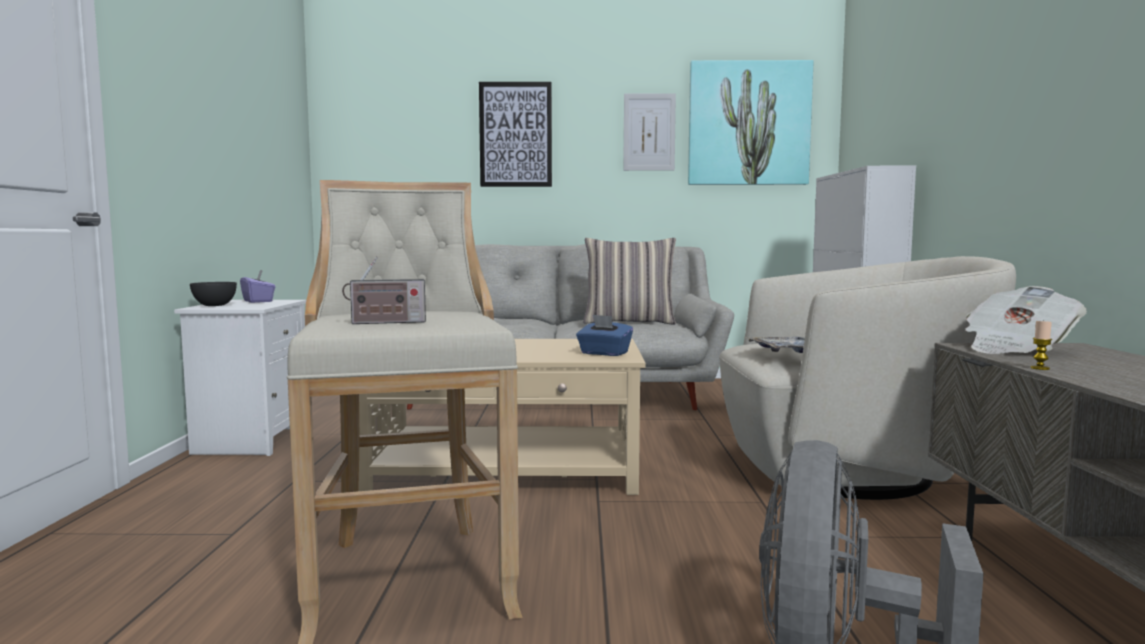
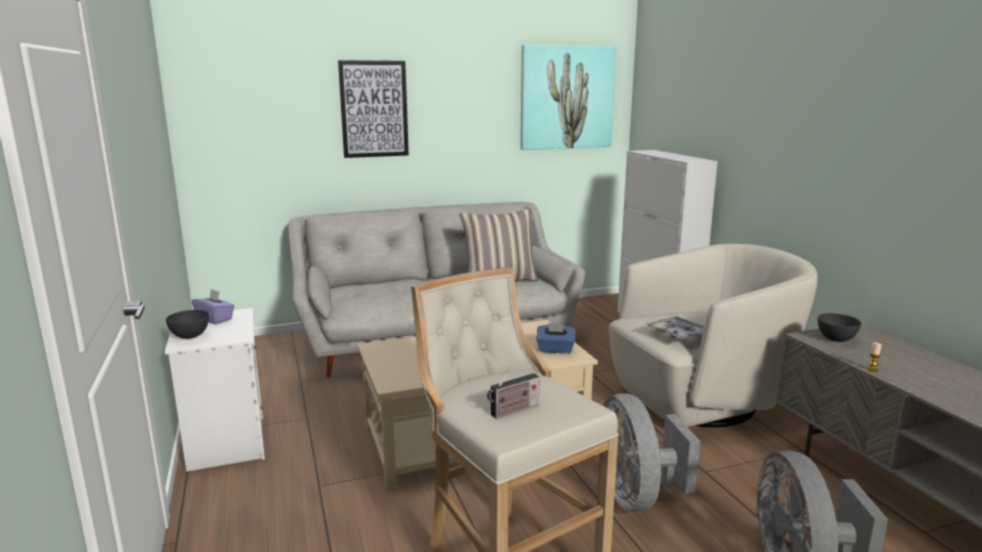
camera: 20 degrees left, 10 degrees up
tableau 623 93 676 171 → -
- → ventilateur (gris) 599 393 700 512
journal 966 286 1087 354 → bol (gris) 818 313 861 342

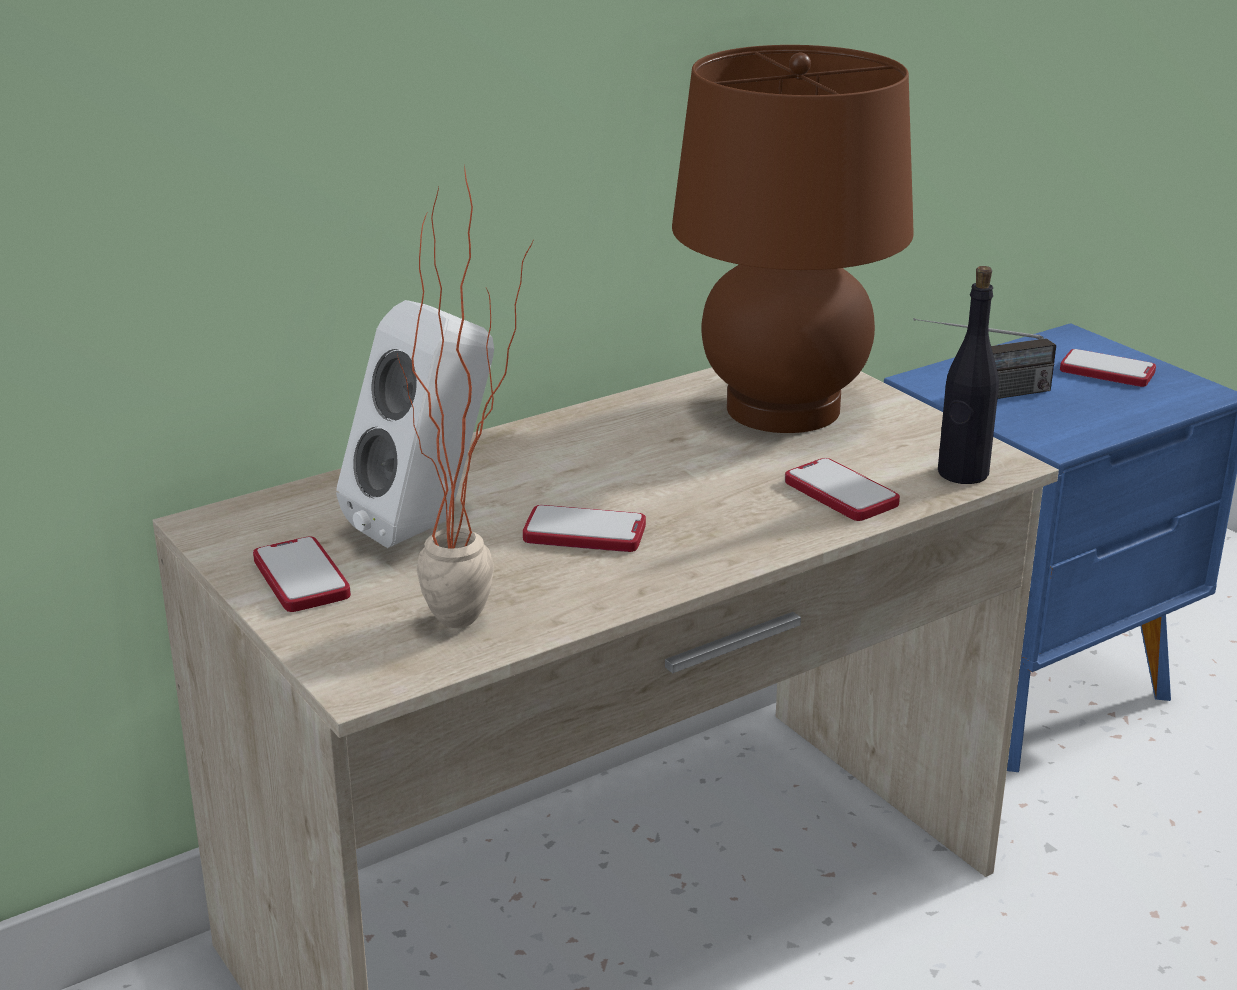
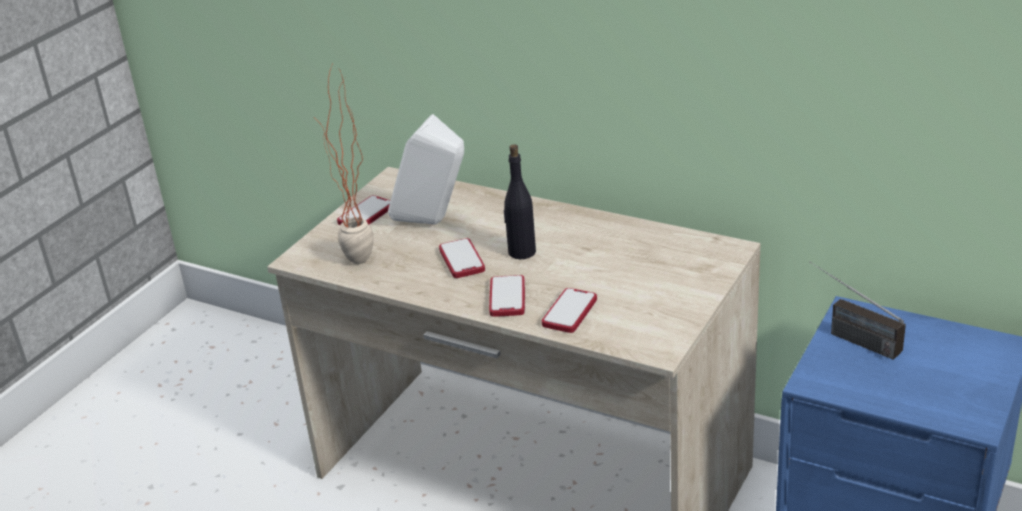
camera: 65 degrees right, 5 degrees up
lampe de table (marron) 672 45 914 433 → -
bouteille (noir) 938 266 999 484 → bouteille (noir) 504 144 536 259, moved
téléphone 1060 349 1156 387 → téléphone 489 275 525 317, moved

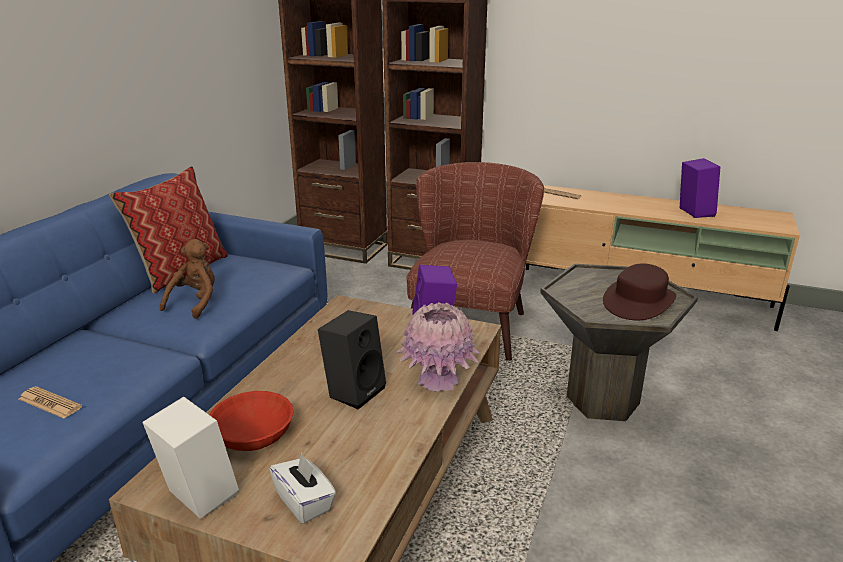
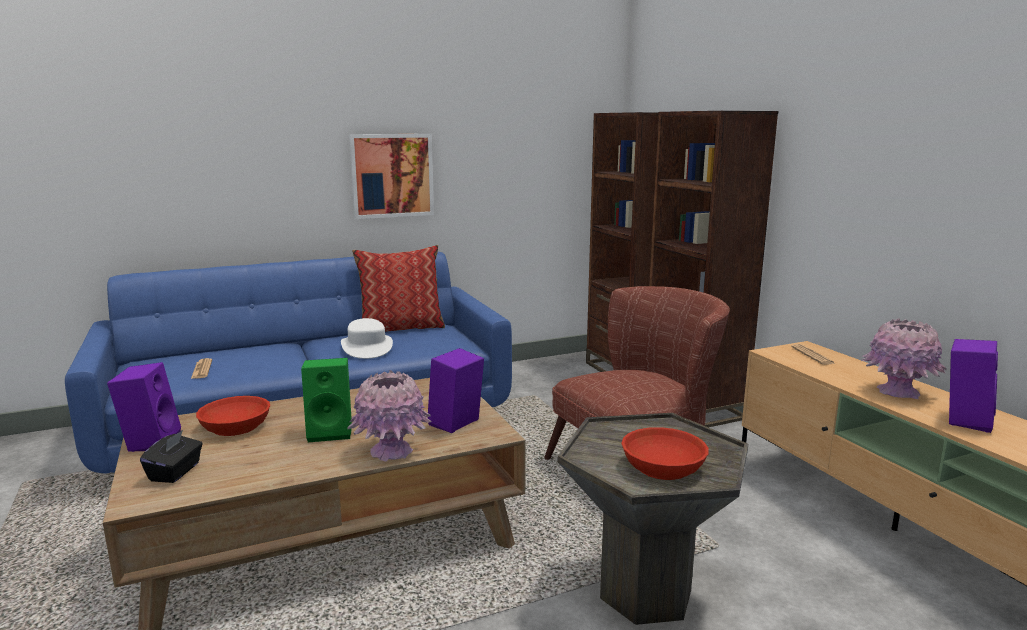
camera: 45 degrees right, 10 degrees down
- → tableau 349 134 434 219
- → vase (rose) 861 318 947 399
peluche (marron) 160 239 215 319 → chapeau (blanc) 341 318 393 359
chapeau (marron) 603 264 677 320 → bol (rouge) 621 427 709 480
enceinte (blanc) 142 397 239 519 → enceinte (violet) 107 362 181 452
boîte à mouchoirs (blanc) 269 452 336 524 → boîte à mouchoirs (noir) 140 430 203 483
enceinte (noir) 318 310 386 409 → enceinte (vert) 301 358 352 442

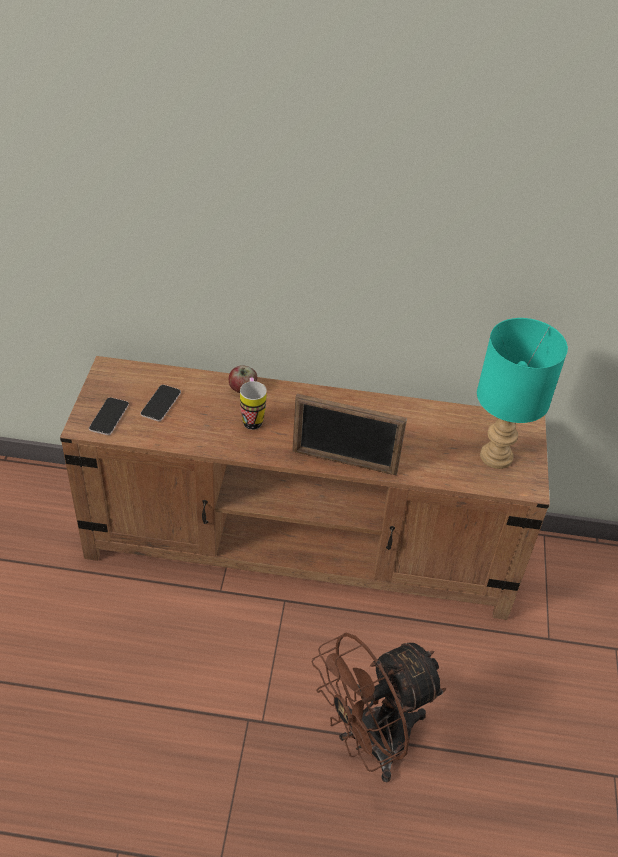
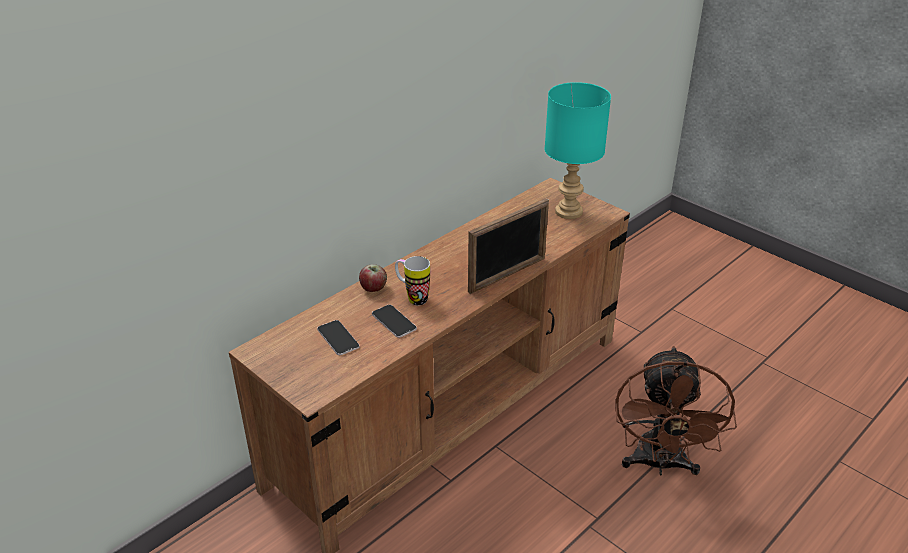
camera: 50 degrees left, 10 degrees down
téléphone 89 397 129 435 → téléphone 372 305 417 338, moved

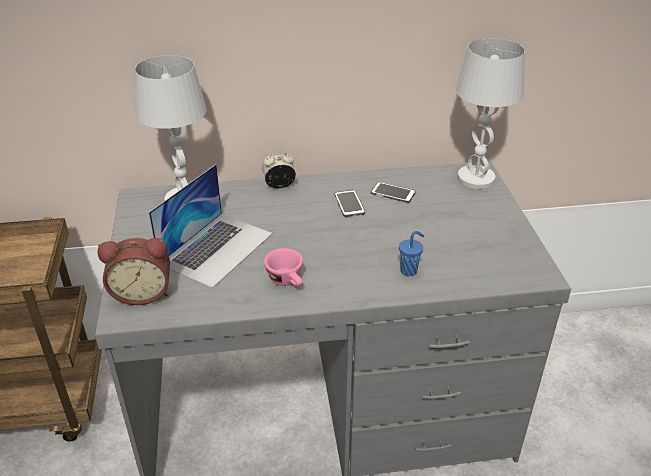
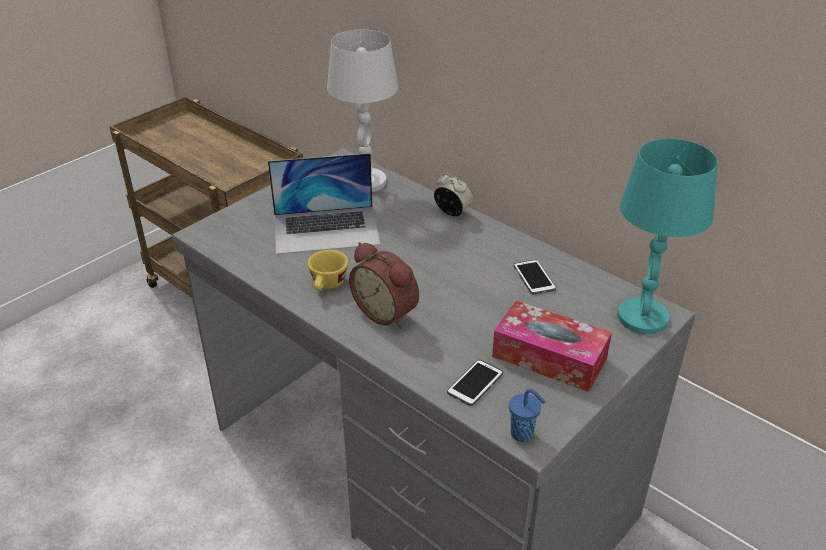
camera: 50 degrees right, 0 degrees up
- → boîte à mouchoirs 492 301 612 392
réveil 97 238 170 305 → réveil 349 242 419 328, moved
téléphone 334 190 365 217 → téléphone 447 359 503 406, moved
tasse (bleu) 399 231 424 276 → tasse (bleu) 509 389 545 442, moved
tasse (rose) 264 248 303 286 → tasse (jaune) 308 250 348 291
lampe de table (blanc) 456 38 525 189 → lampe de table (turquoise) 618 139 717 334

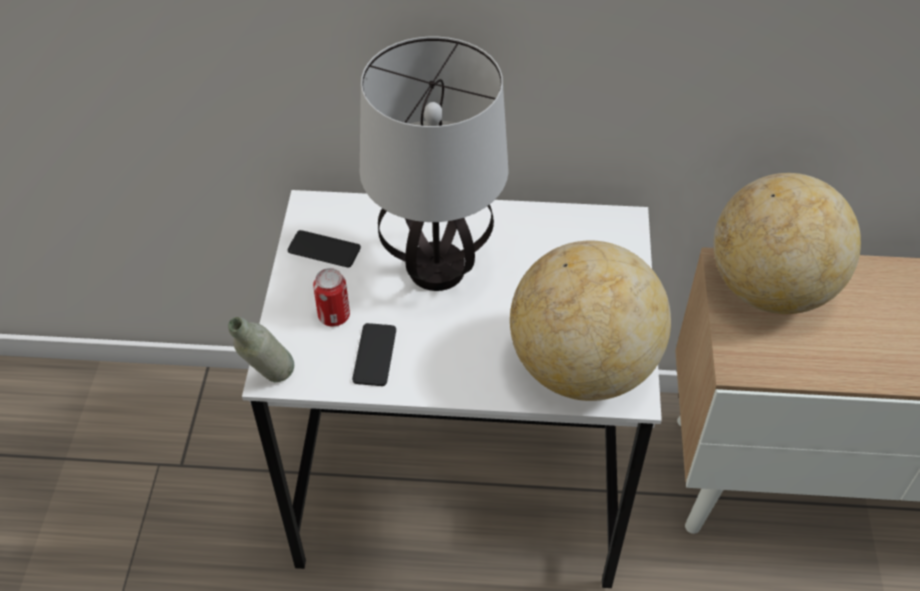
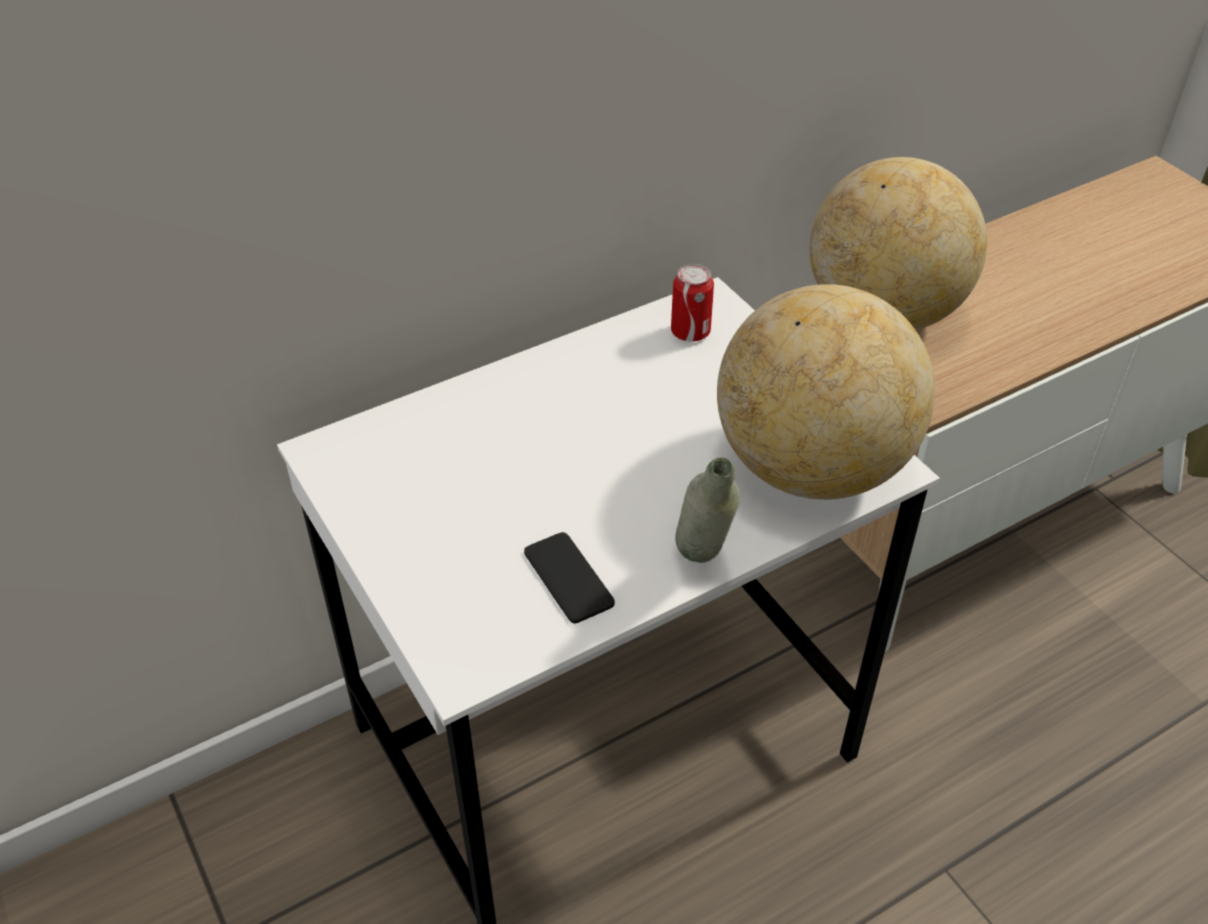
camera: 35 degrees left, 5 degrees down
téléphone 288 230 361 267 → -
lampe de table 360 37 509 291 → -
bouteille (gris) 228 317 294 382 → bouteille (gris) 675 457 740 563, moved
boîte métallique 313 268 350 326 → boîte métallique 671 264 714 342, moved

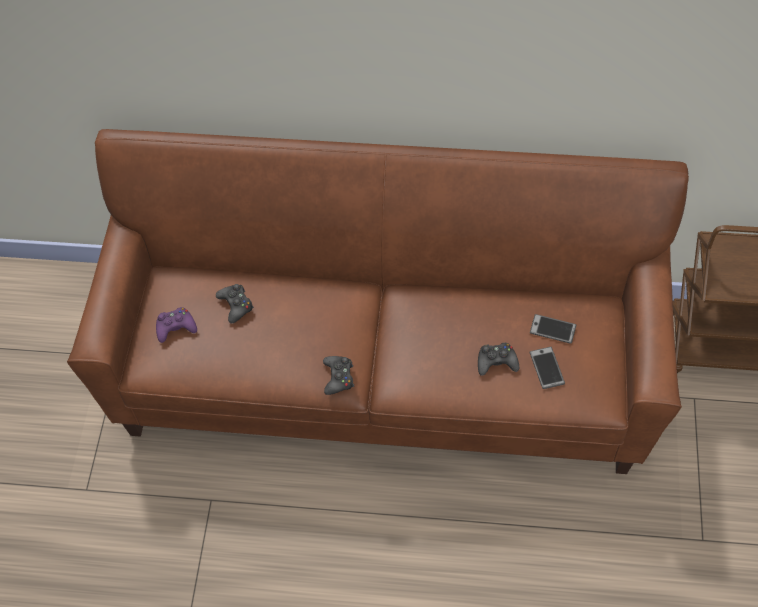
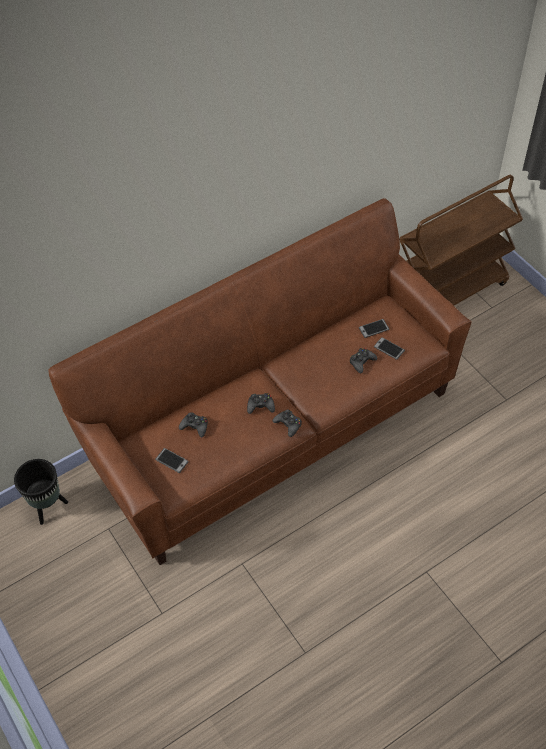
camera: 40 degrees left, 5 degrees down
- → cache-pot (noir) 14 459 68 525
- → manette (noir) 247 393 275 414
manette (violet) 156 307 197 343 → téléphone 155 448 189 473

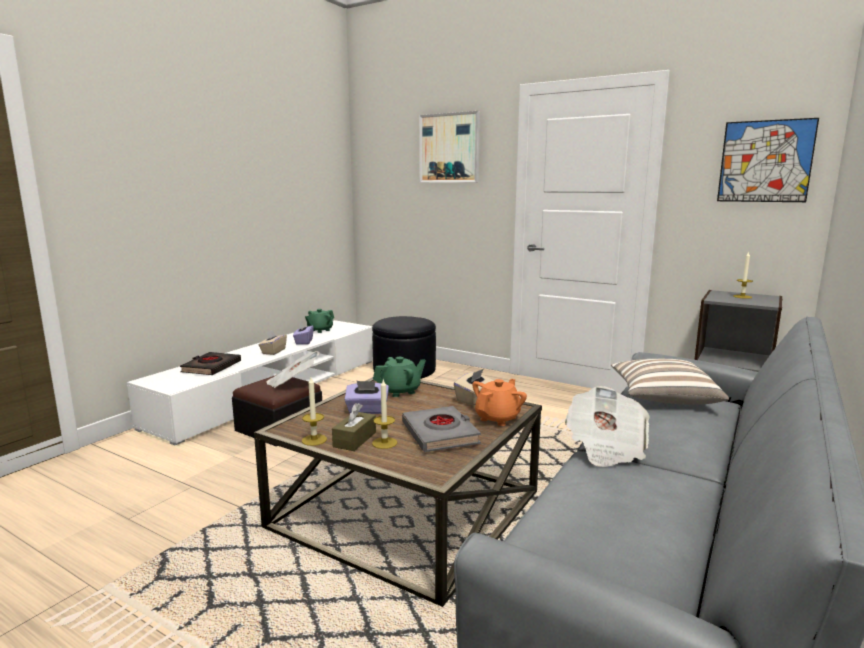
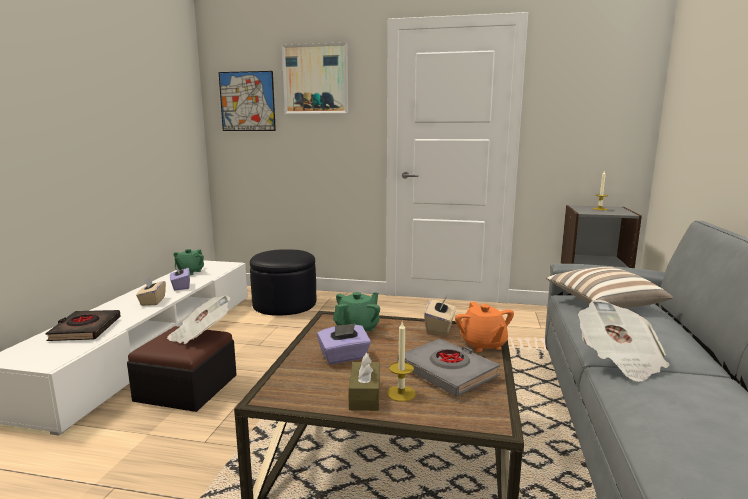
camera: 20 degrees left, 0 degrees up
bougie 302 377 327 446 → -
tableau 717 118 819 202 → tableau 219 71 276 131, moved
théière (orange) 472 379 527 426 → théière (orange) 455 302 514 352, 150 degrees clockwise

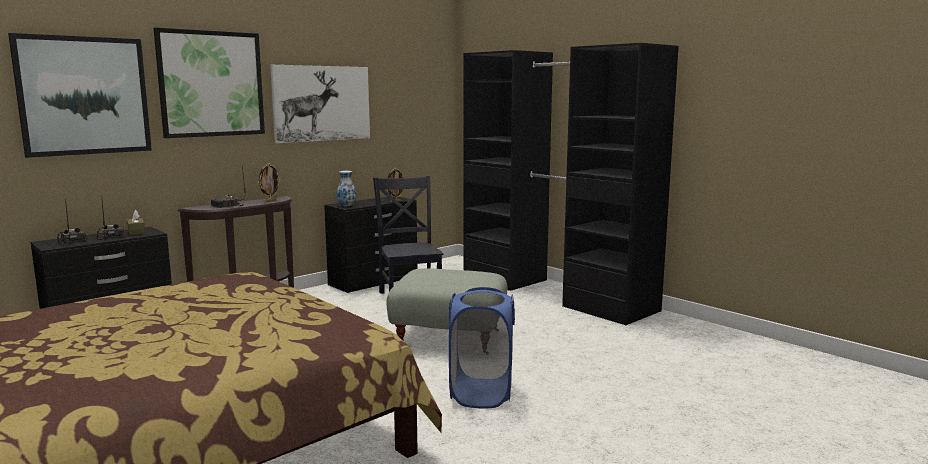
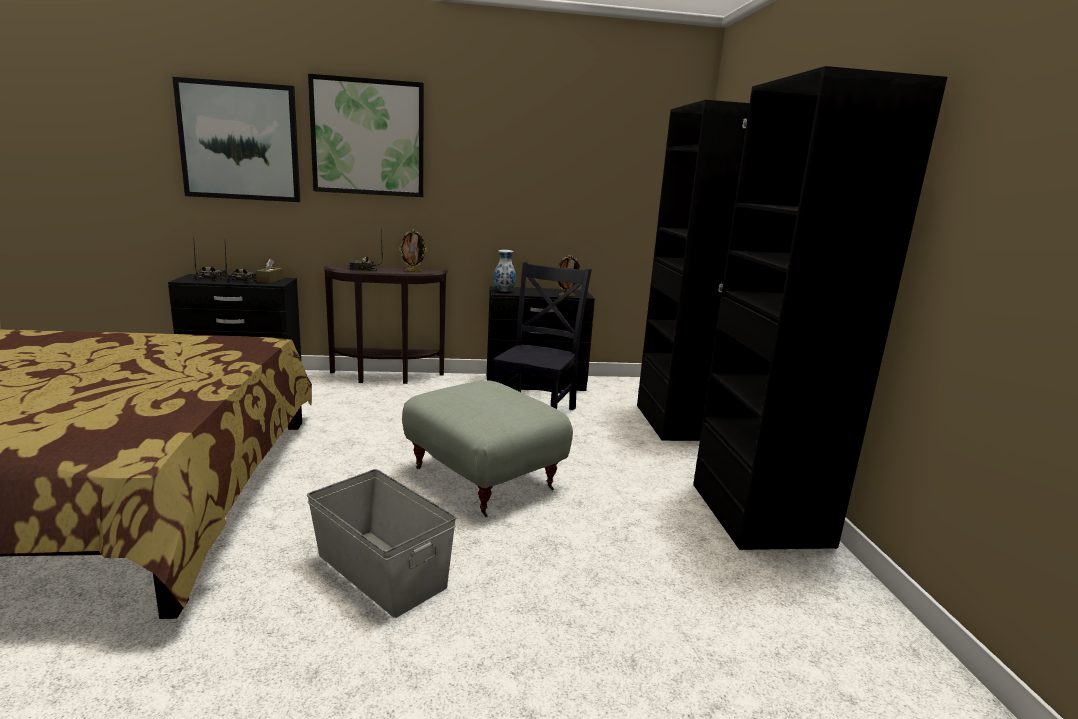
camera: 35 degrees right, 5 degrees up
tableau 270 65 370 143 → -
panier à linge (bleu) 449 287 515 408 → boîte de rangement (gris) 307 469 456 618

